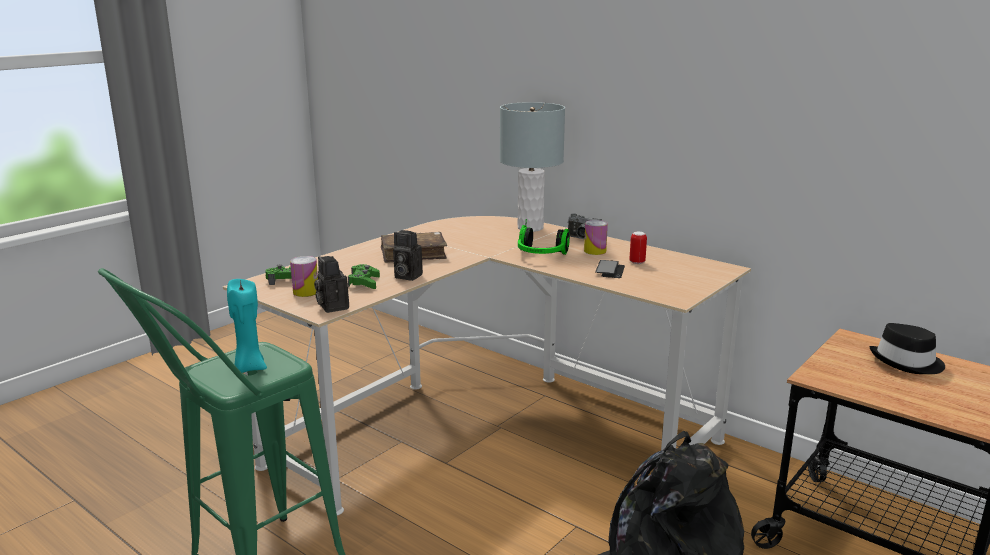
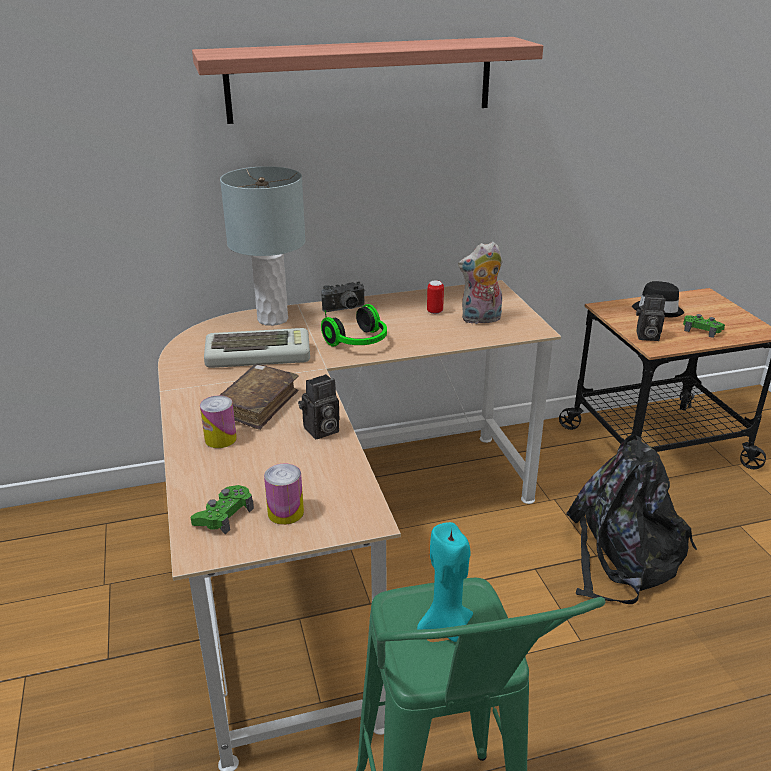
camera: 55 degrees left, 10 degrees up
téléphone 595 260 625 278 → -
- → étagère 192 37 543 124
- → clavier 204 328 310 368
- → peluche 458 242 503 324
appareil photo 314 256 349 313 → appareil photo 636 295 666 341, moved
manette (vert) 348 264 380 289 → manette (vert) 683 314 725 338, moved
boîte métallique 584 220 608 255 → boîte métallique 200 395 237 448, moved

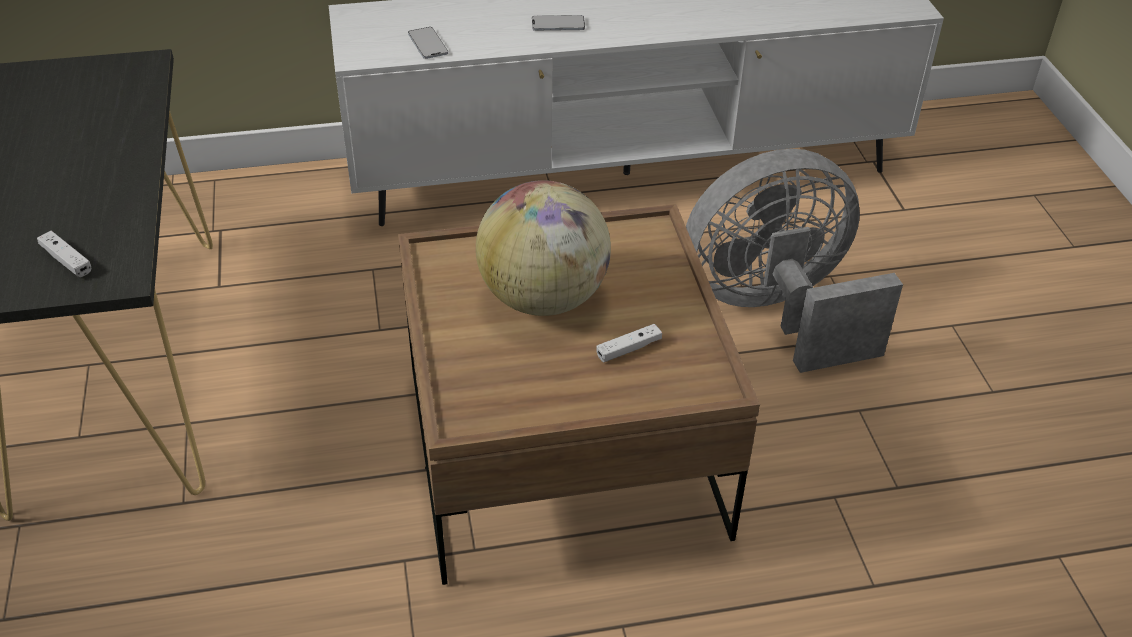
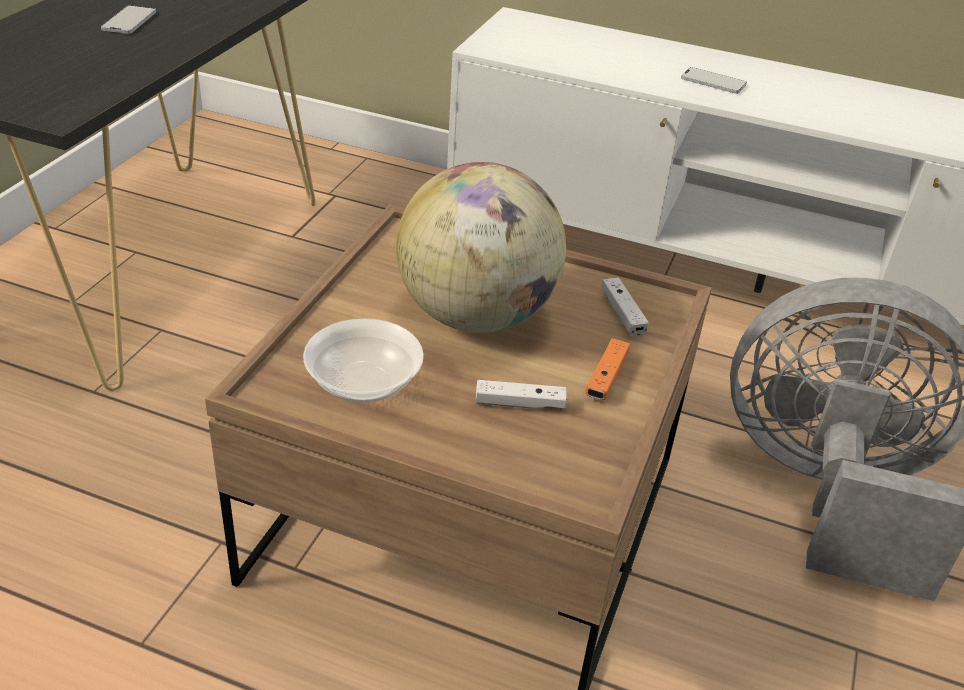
camera: 30 degrees right, 5 degrees down
- → bol 303 318 424 403
- → manette (orange) 585 338 630 400
manette (blanc) 37 231 92 277 → manette (blanc) 601 278 649 337, moved
téléphone 408 27 448 59 → téléphone 101 5 156 34, moved

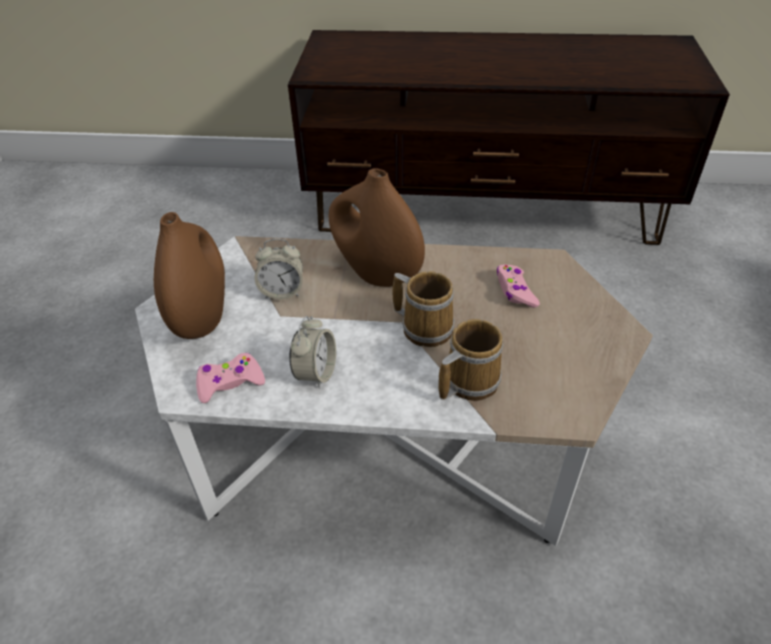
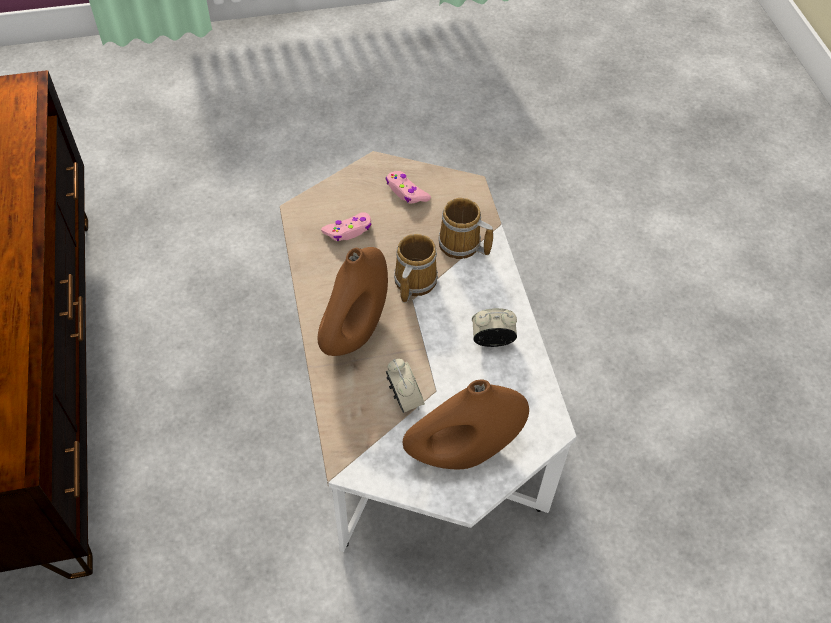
camera: 110 degrees left, 10 degrees up
manette (rose) 196 353 265 403 → manette (rose) 386 171 431 204, moved

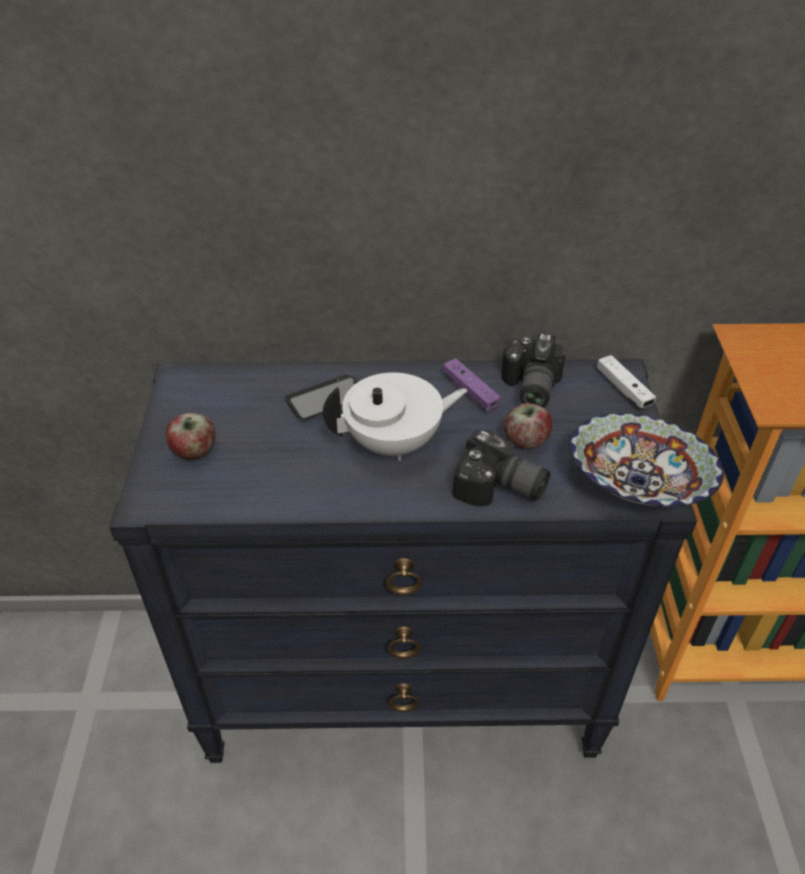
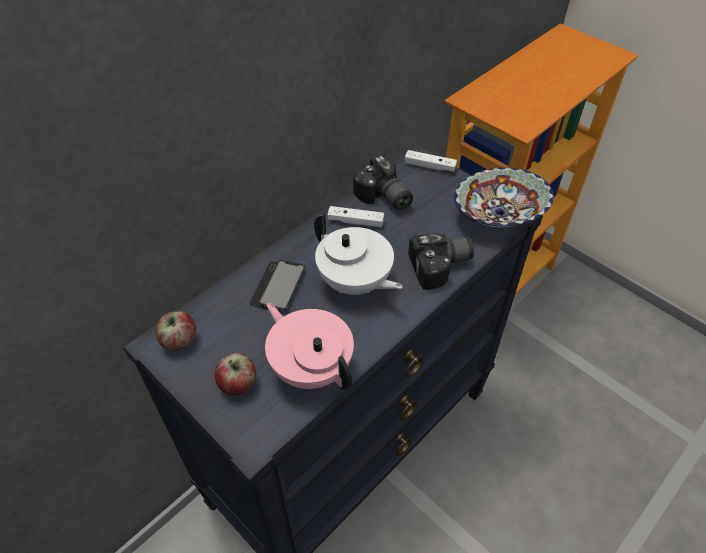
camera: 45 degrees left, 5 degrees up
- → théière (rose) 265 303 354 390
pomme 504 403 552 449 → pomme 155 311 196 350, moved
manette (violet) 443 358 501 412 → manette (blanc) 327 206 384 227
théière (blanc) 323 372 468 461 → théière (blanc) 314 214 403 295, 105 degrees clockwise

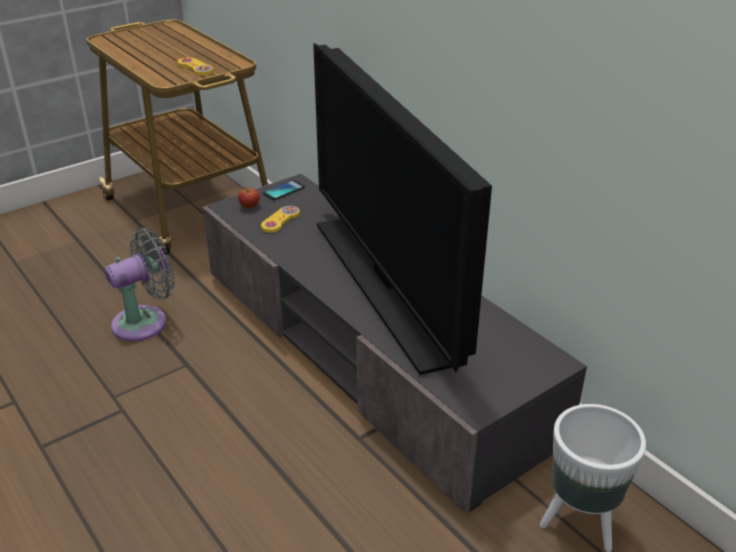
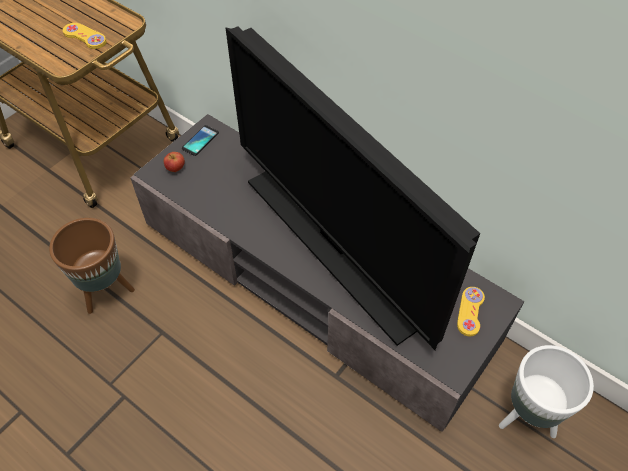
camera: 15 degrees left, 20 degrees up
manette (jaune) 261 206 300 233 → manette (jaune) 457 287 485 336, moved
ventilateur (gris) 105 228 175 341 → cache-pot (marron) 49 218 135 314

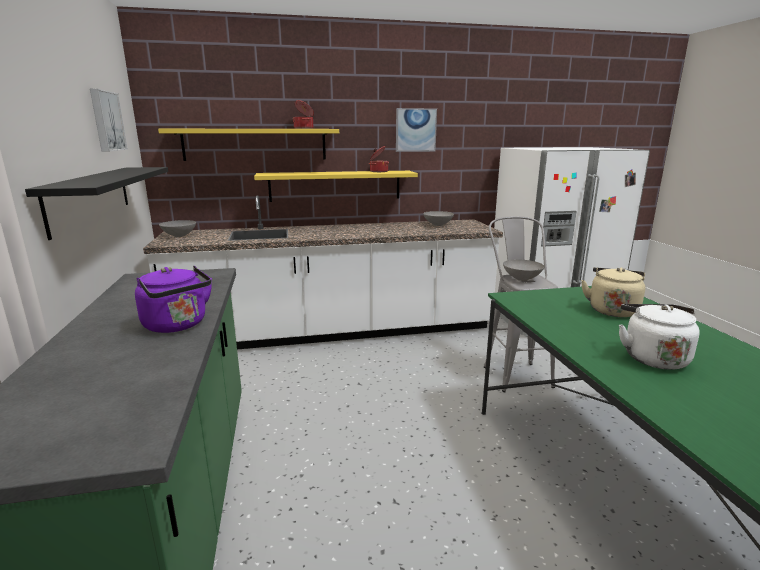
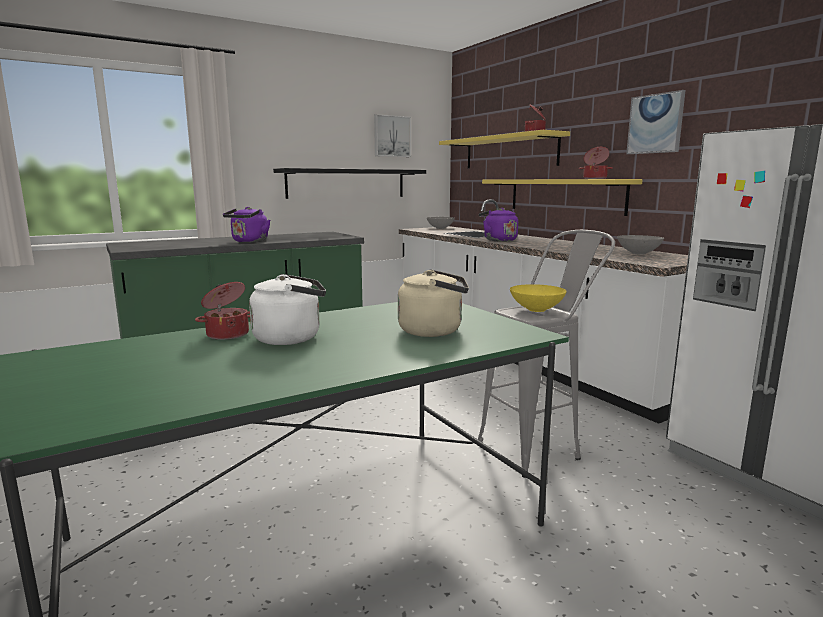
camera: 70 degrees right, 5 degrees down
- → marmite 195 282 250 340
- → bouilloire (violet) 479 208 518 242
bol (gris) 503 259 544 281 → bol (jaune) 510 284 567 312

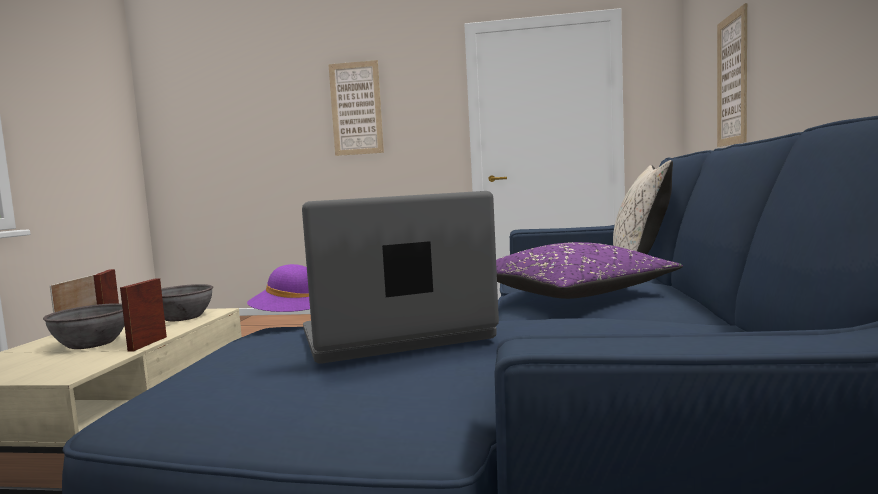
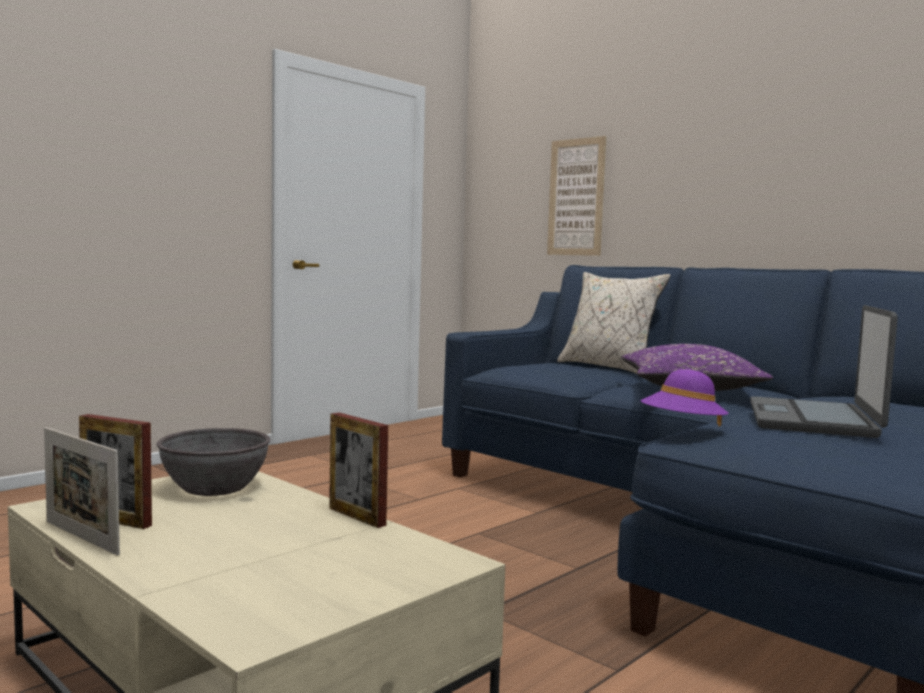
camera: 55 degrees left, 0 degrees up
bol (gris) 43 303 125 349 → -
tableau 328 60 384 156 → -

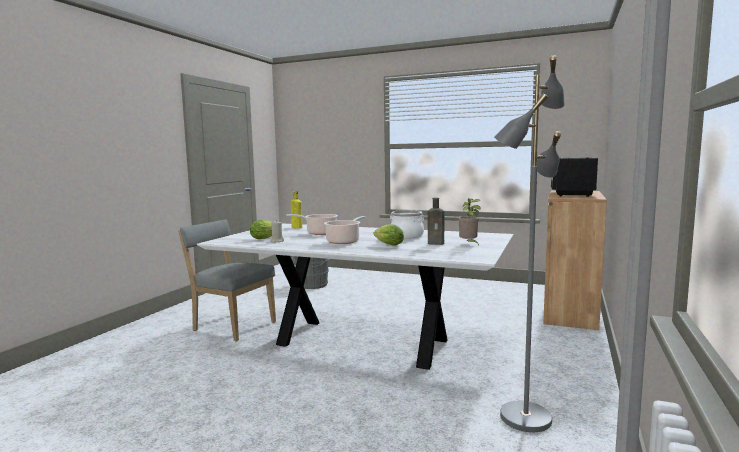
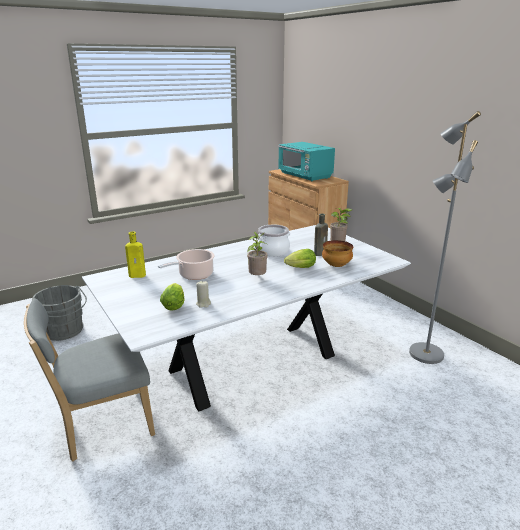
camera: 55 degrees left, 15 degrees up
- → bol 322 240 353 267
marmite 324 216 366 244 → plante en pot 247 231 268 275
micro-ondes (noir) 551 157 598 197 → micro-ondes (turquoise) 278 142 335 181

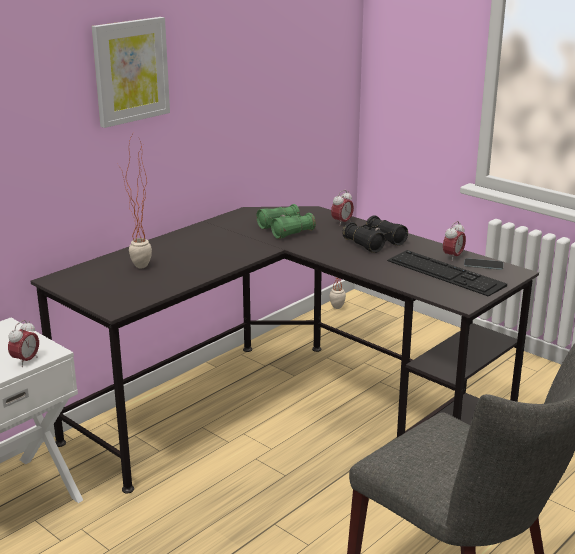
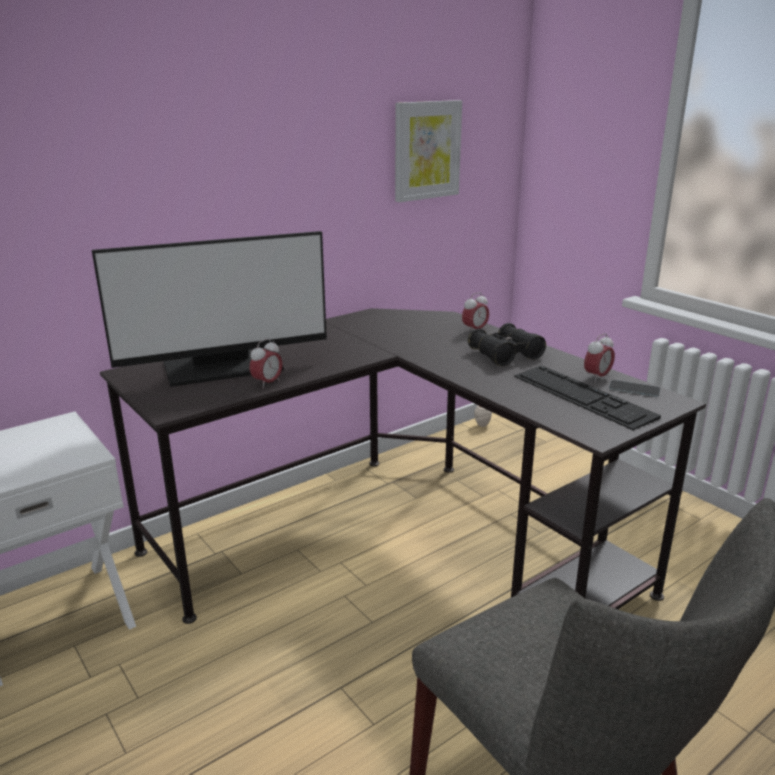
camera: 10 degrees right, 0 degrees up
jumelles (vert) 256 204 316 239 → -
réveil 8 320 39 367 → réveil 250 339 283 389, moved
tableau 92 17 170 128 → tableau 395 100 462 202, moved
plante en pot 118 133 152 269 → écran d'ordinateur 92 231 327 387

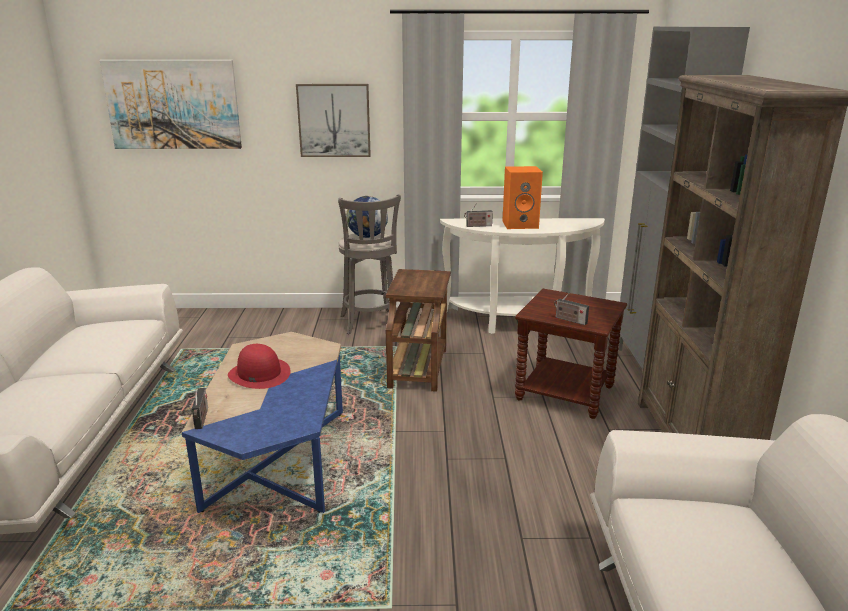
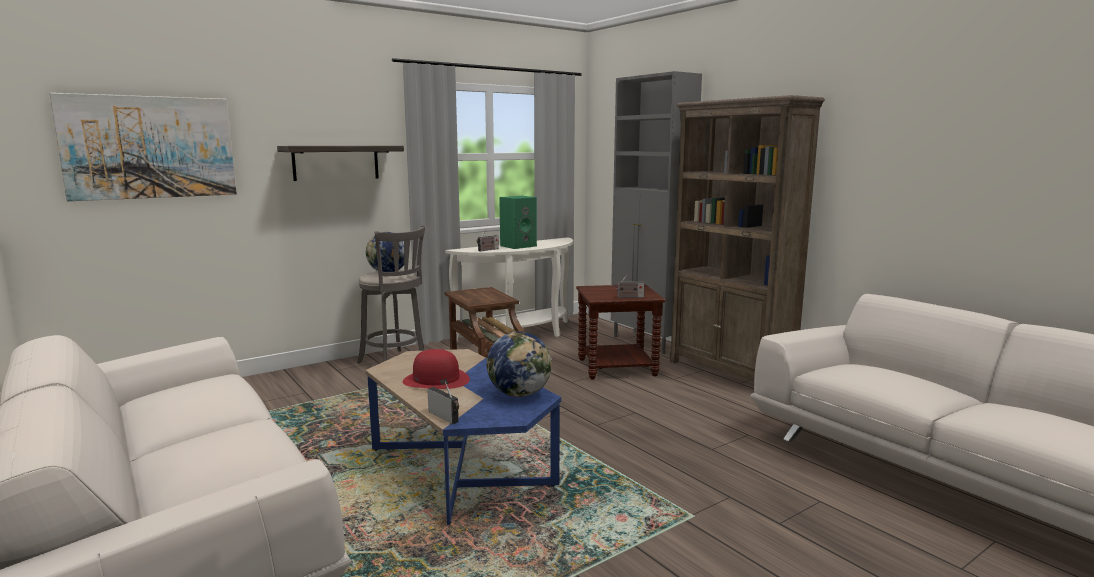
camera: 35 degrees left, 10 degrees down
- → globe 487 332 552 397
tableau 296 84 371 157 → étagère 277 146 404 181
enceinte (orange) 502 166 543 229 → enceinte (vert) 499 196 537 249

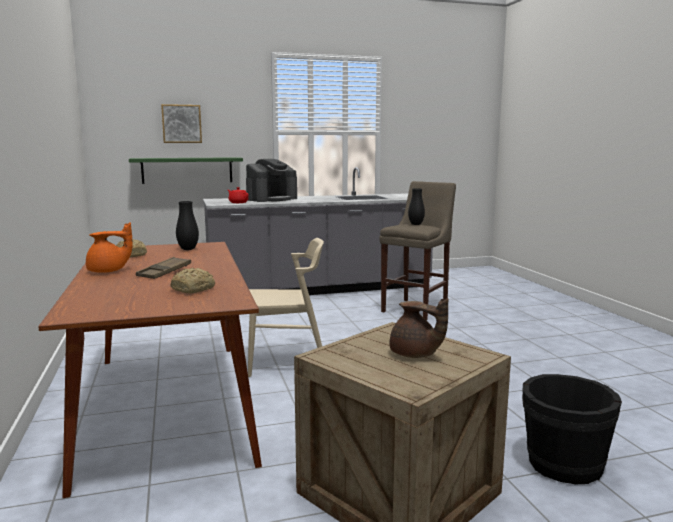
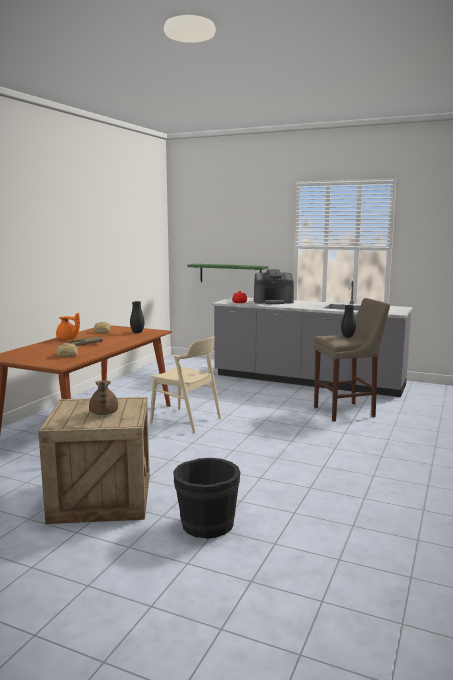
camera: 40 degrees right, 0 degrees up
tableau 161 104 202 143 → -

